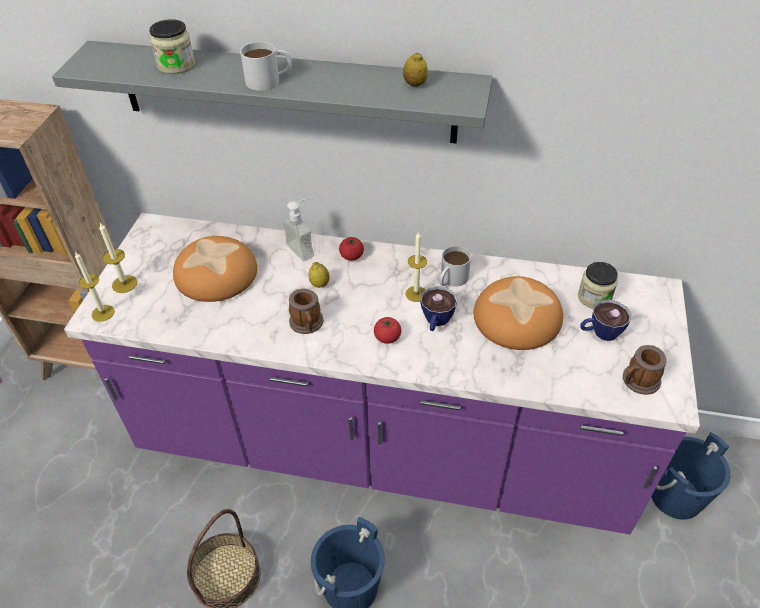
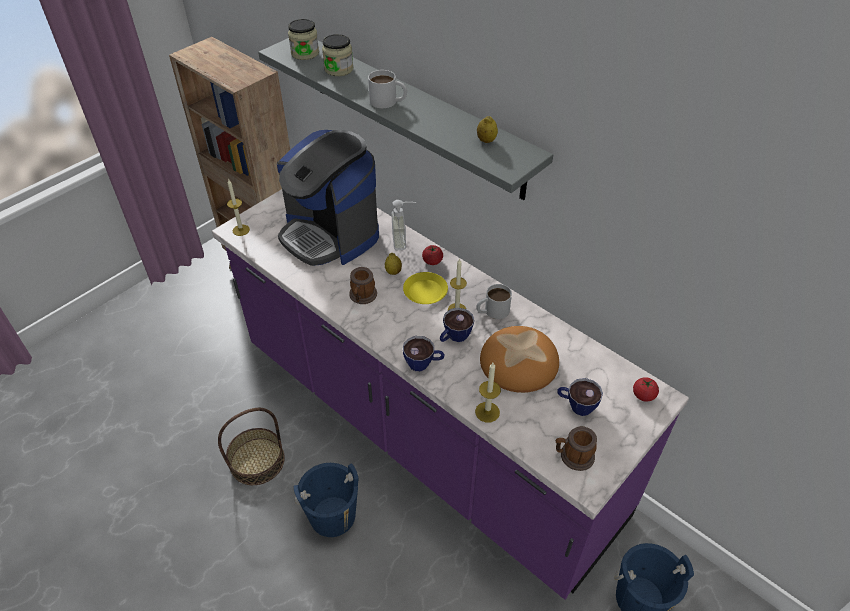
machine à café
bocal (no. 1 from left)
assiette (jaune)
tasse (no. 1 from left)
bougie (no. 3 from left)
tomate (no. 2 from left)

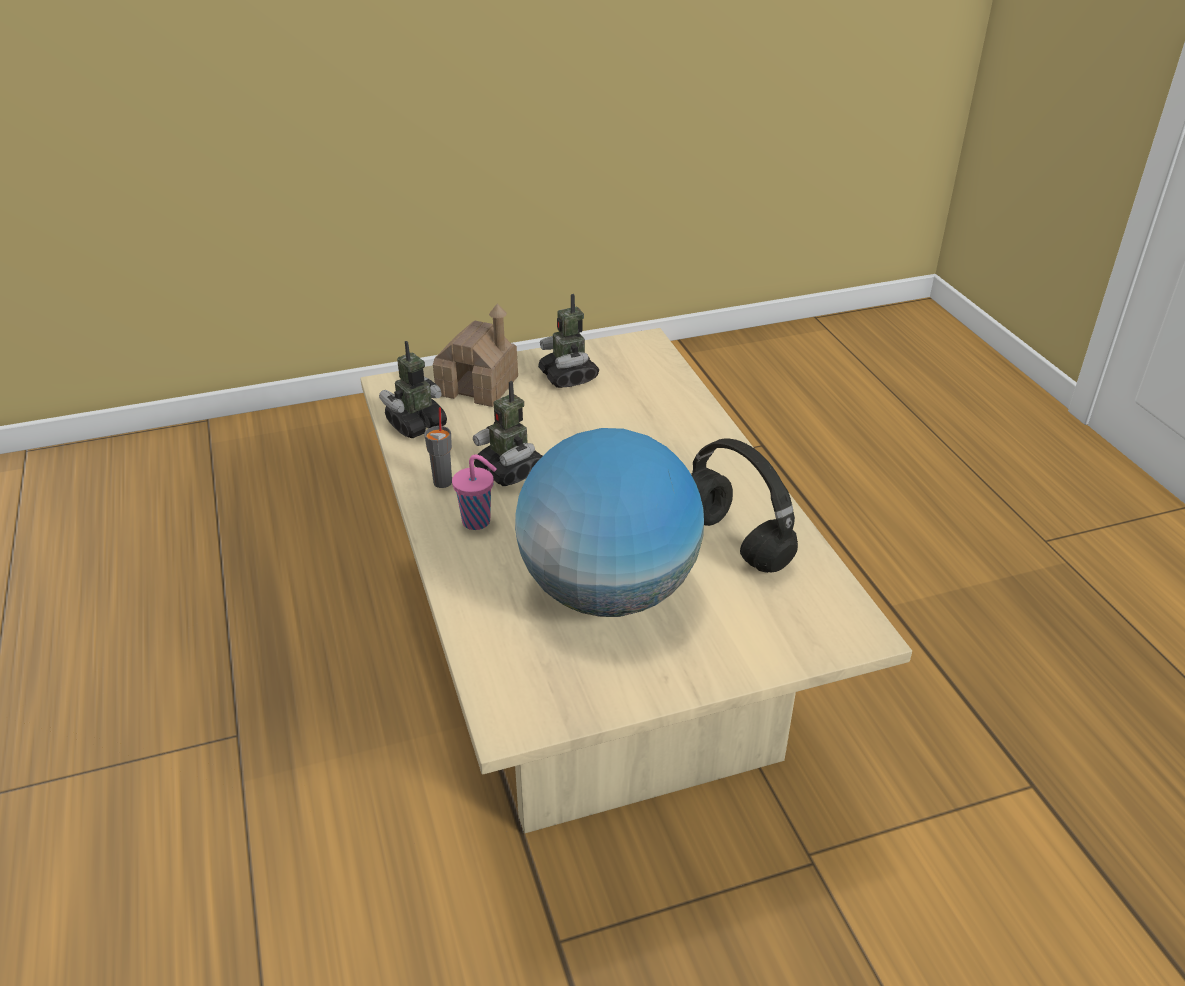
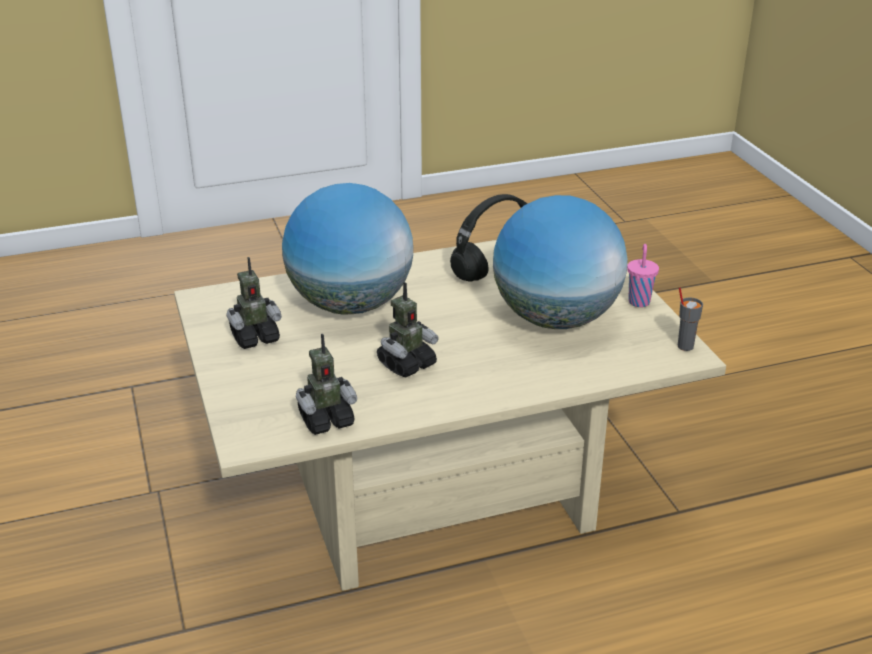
globe (no. 1 from left)
robot jouet (no. 2 from left)
tasse (rose)
tasse (gris)
maison miniature

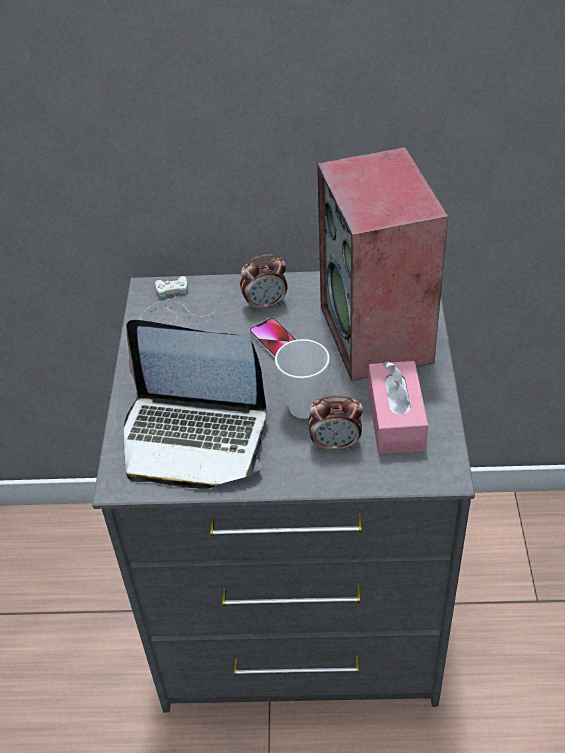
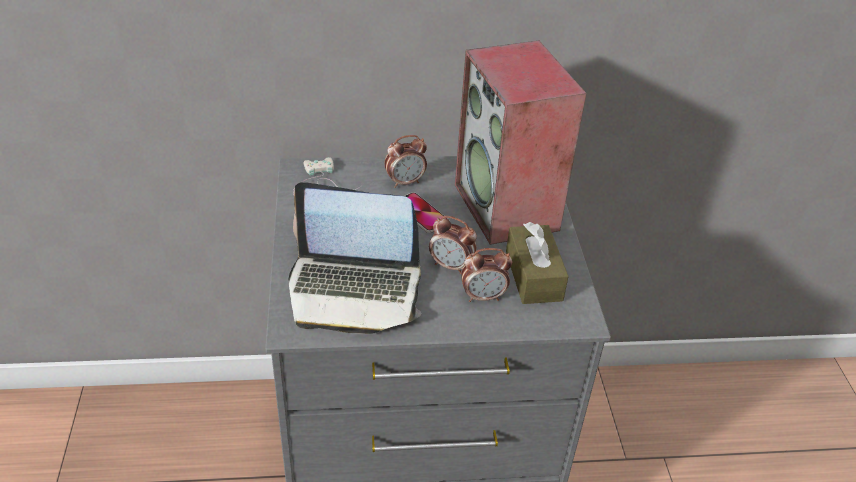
réveil (no. 2 from left)
boîte à mouchoirs (marron)

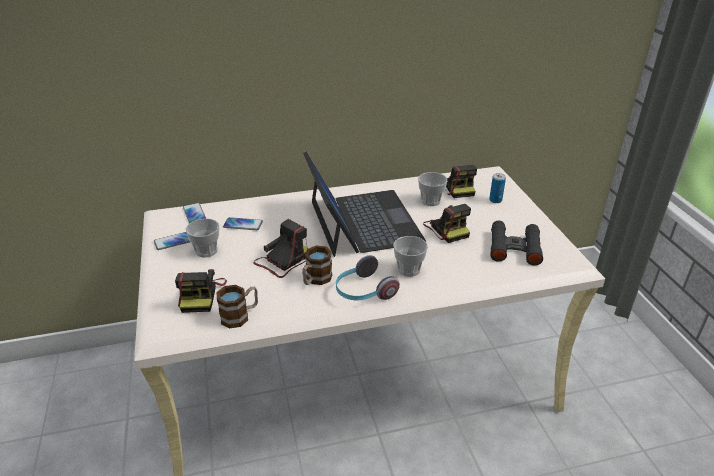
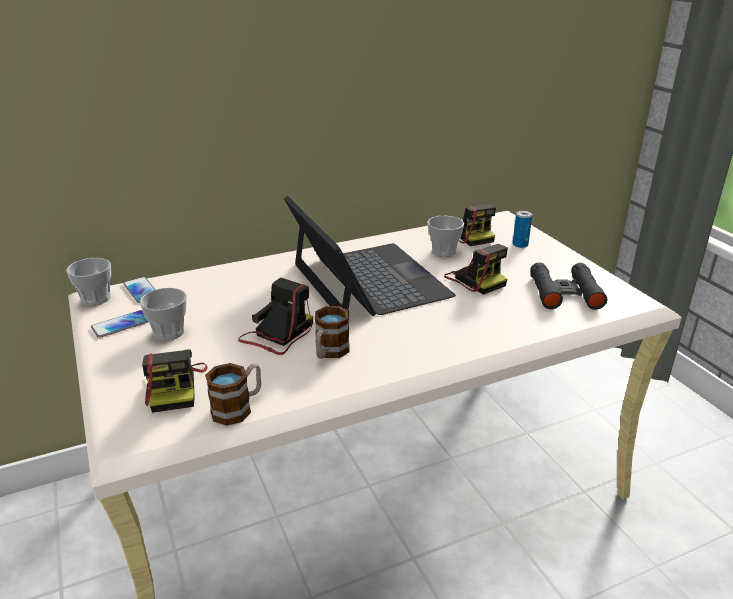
tasse (no. 1 from left)
téléphone (no. 3 from left in the first image)
casque audio

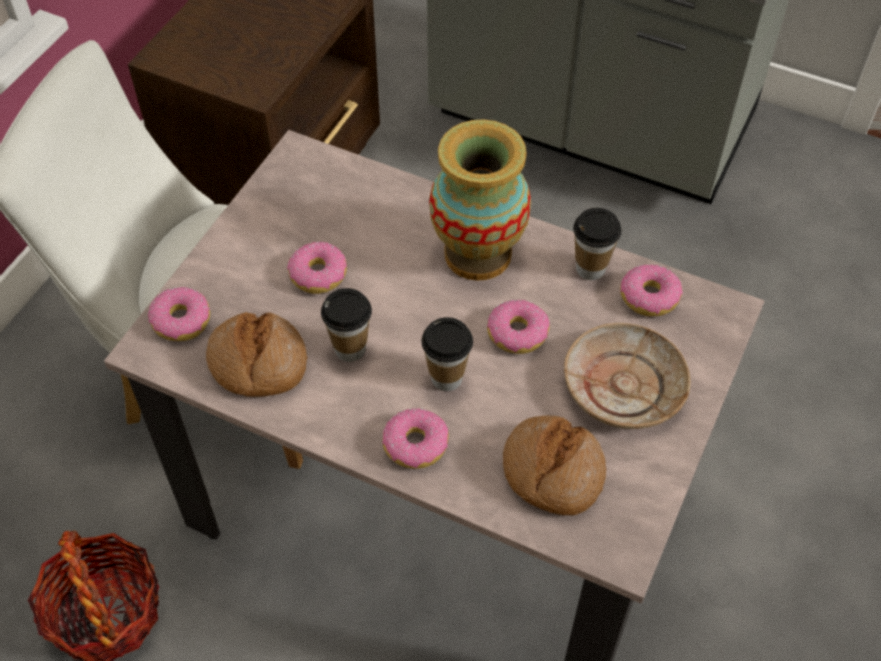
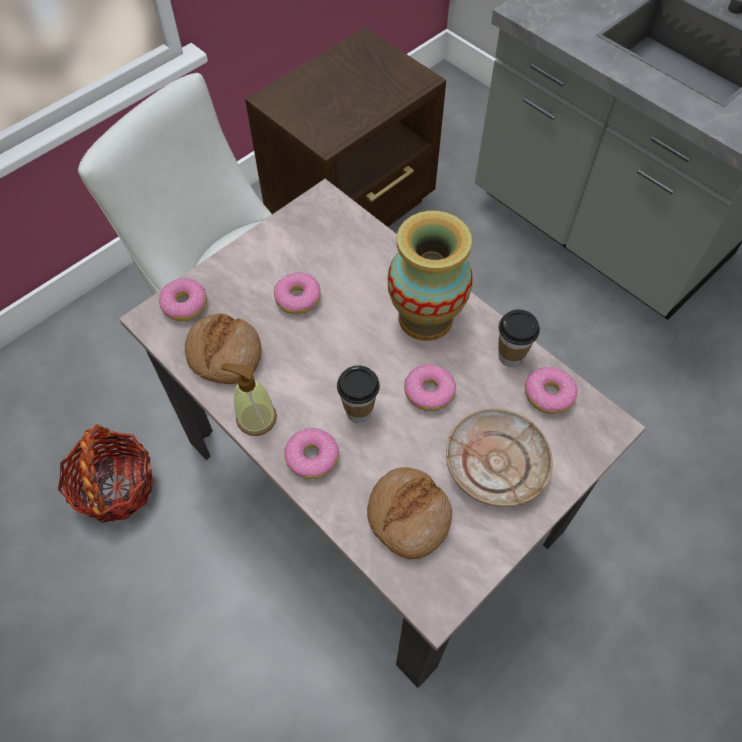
distributeur de savon
tasse (no. 1 from left in the first image)

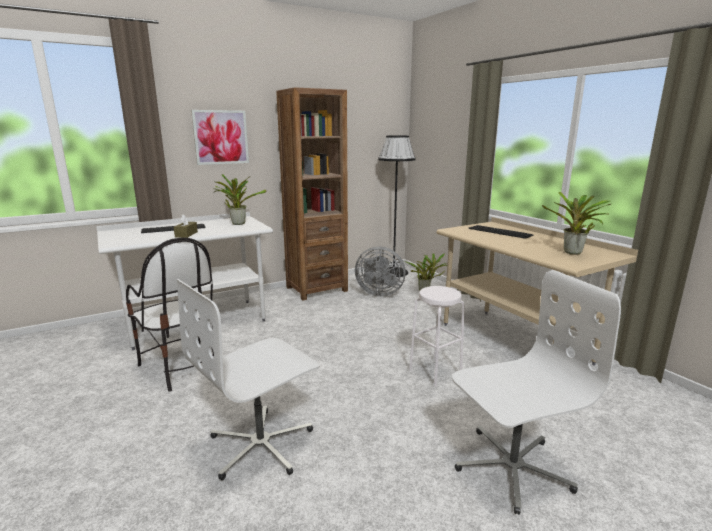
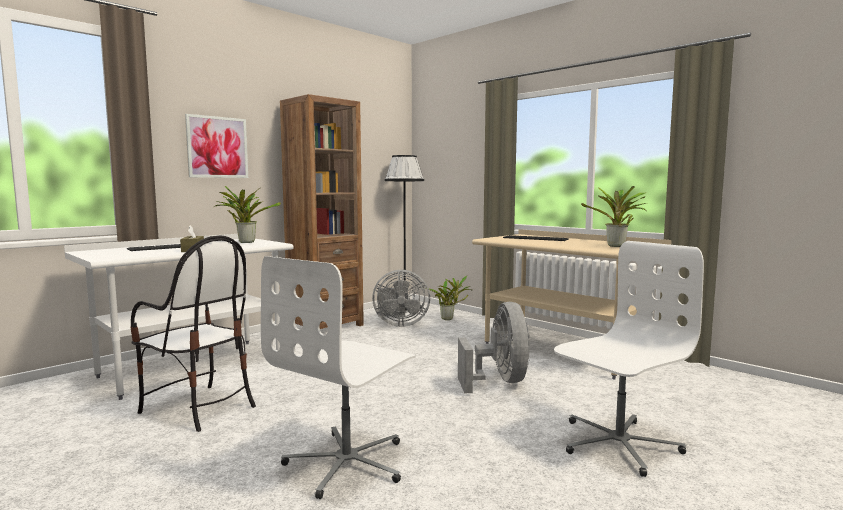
ventilateur (gris) (no. 2 from left)

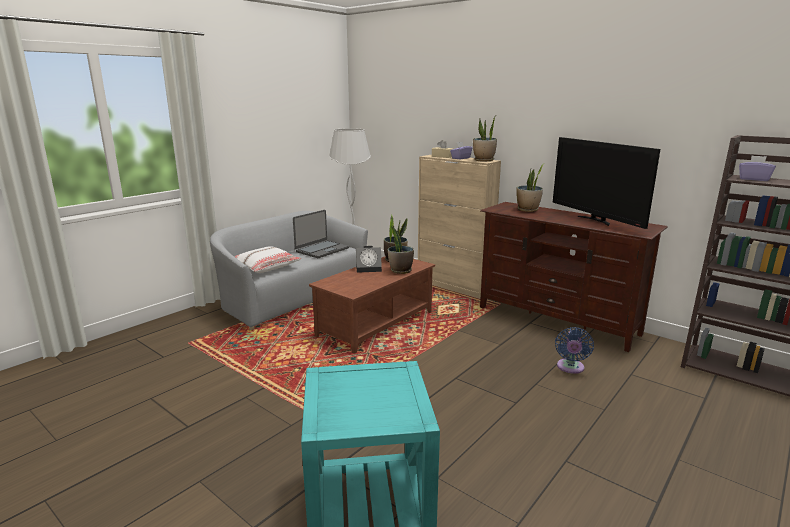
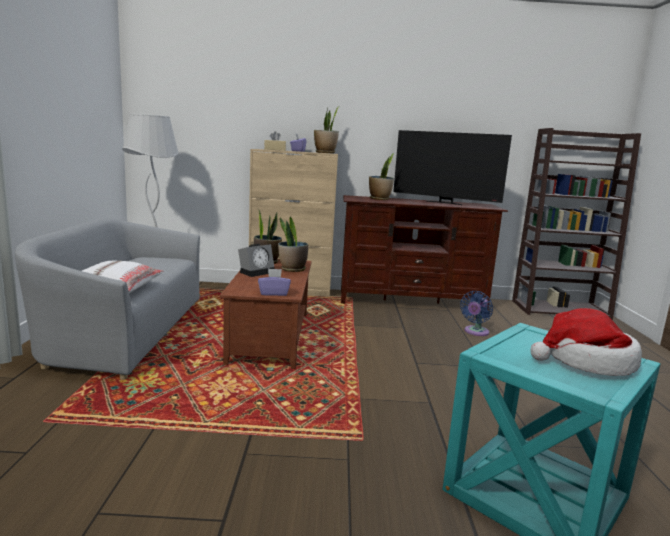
boîte à mouchoirs (violet) (no. 1 from left)
ventilateur (bleu)
chapeau
ordinateur portable

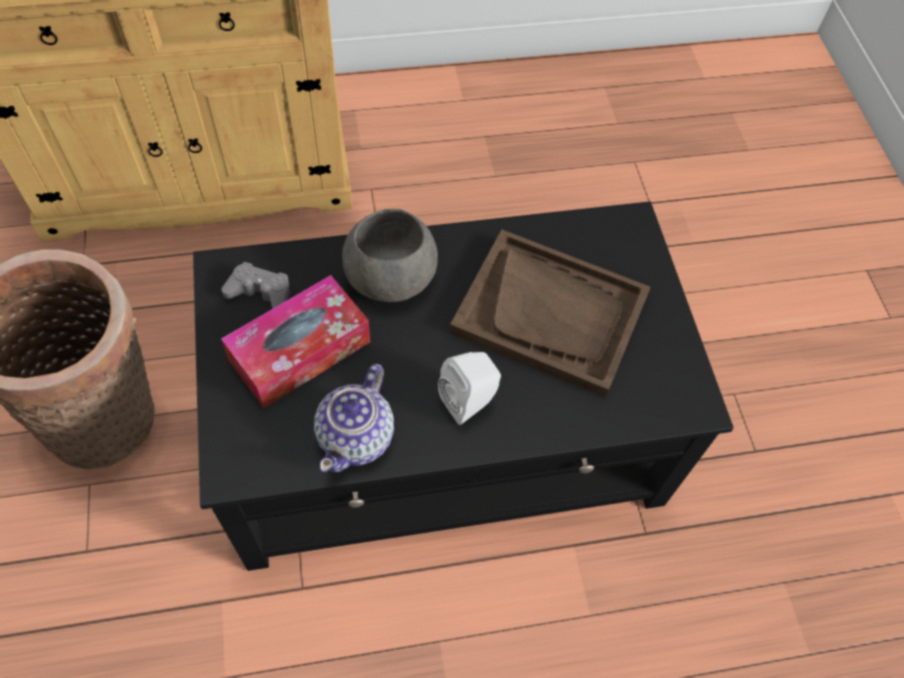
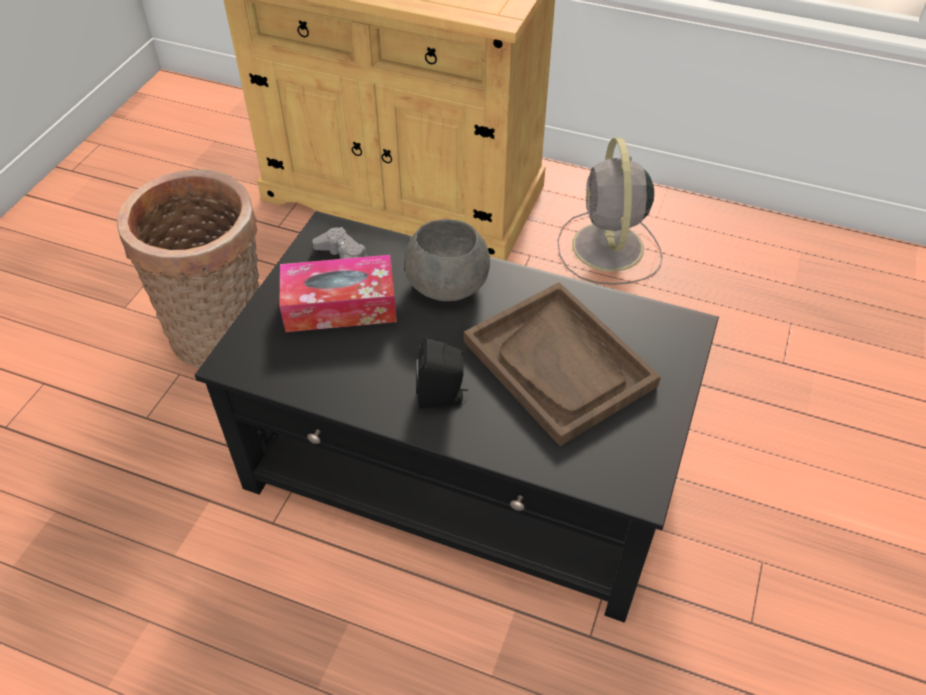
enceinte (noir)
ventilateur (gris)
théière

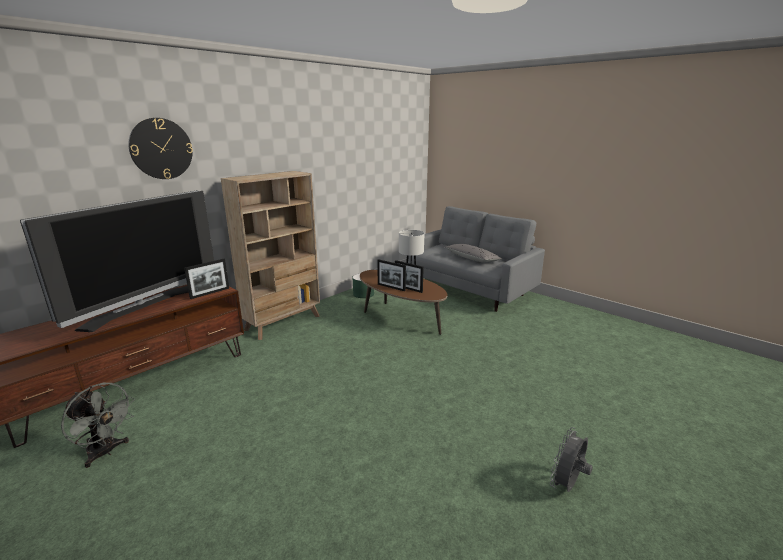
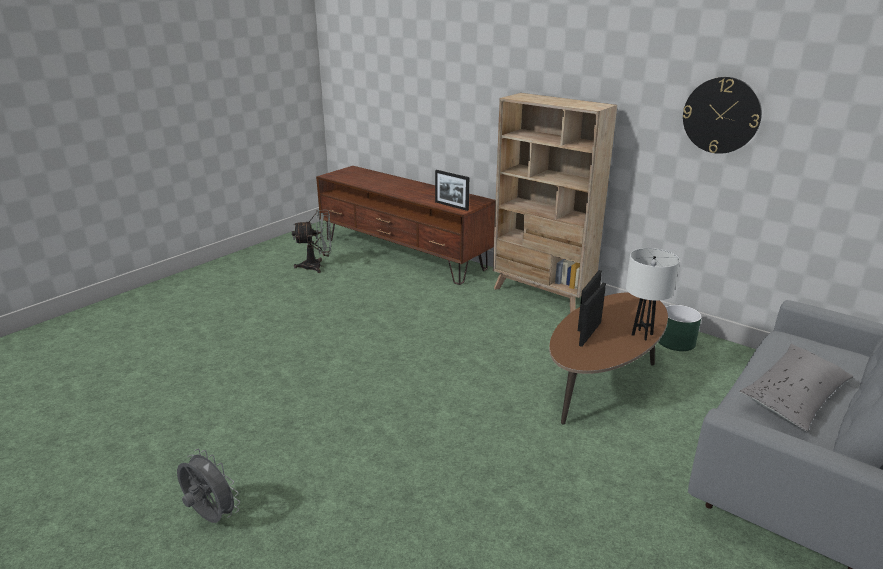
ventilateur (gris) (no. 2 from left)
horloge murale
téléviseur

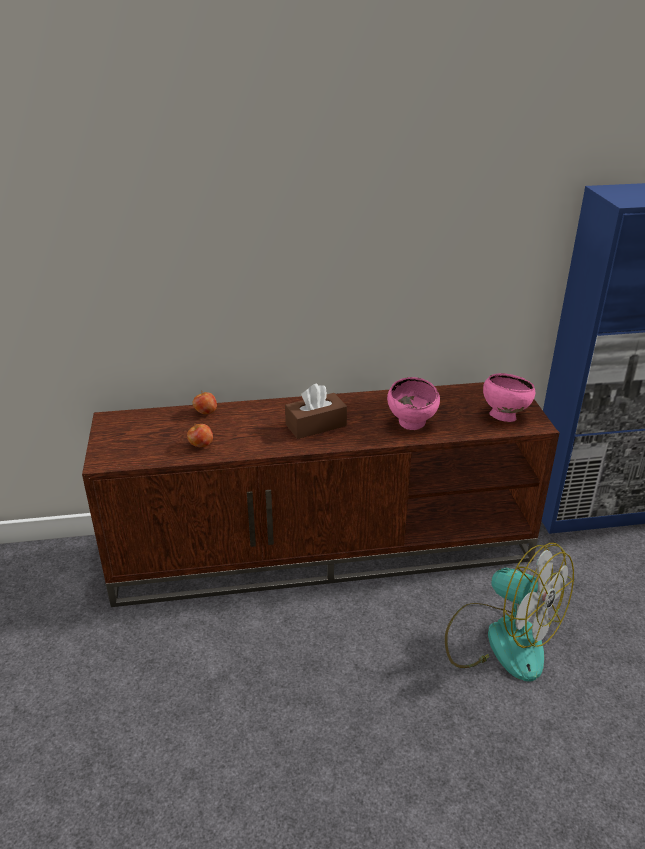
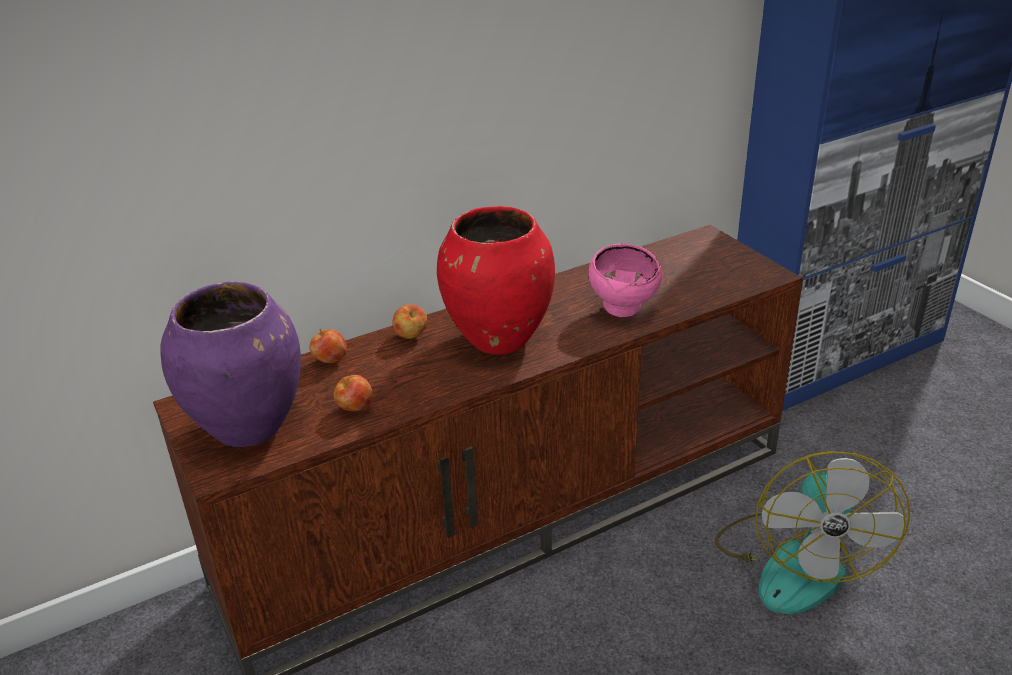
vase (violet)
pomme (no. 3 from left)
vase (rouge)
ventilateur
bol (rose) (no. 2 from left in the first image)

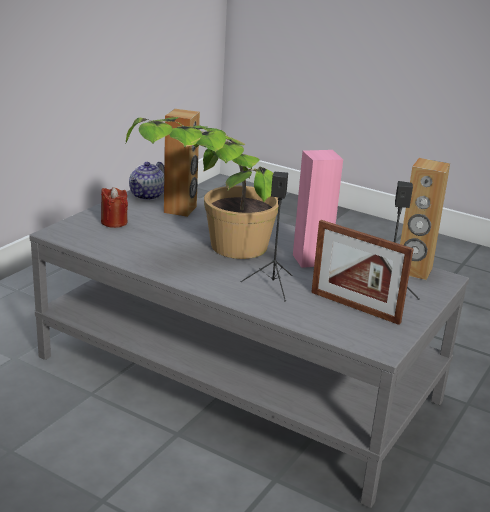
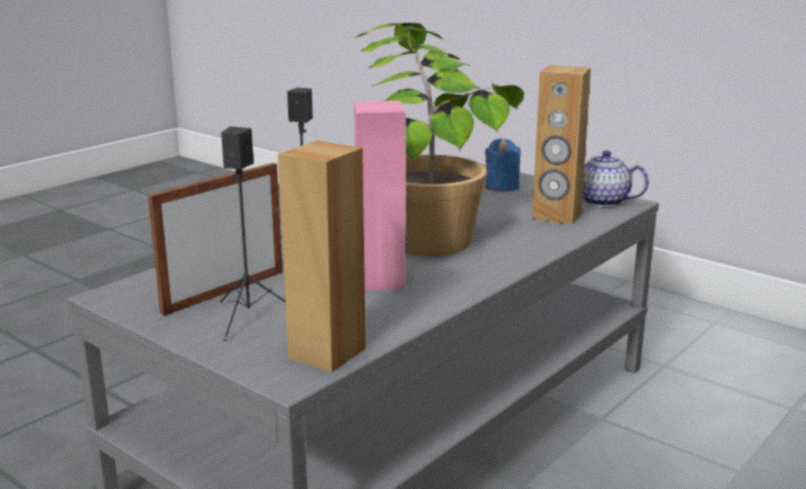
bougie (bleu)

